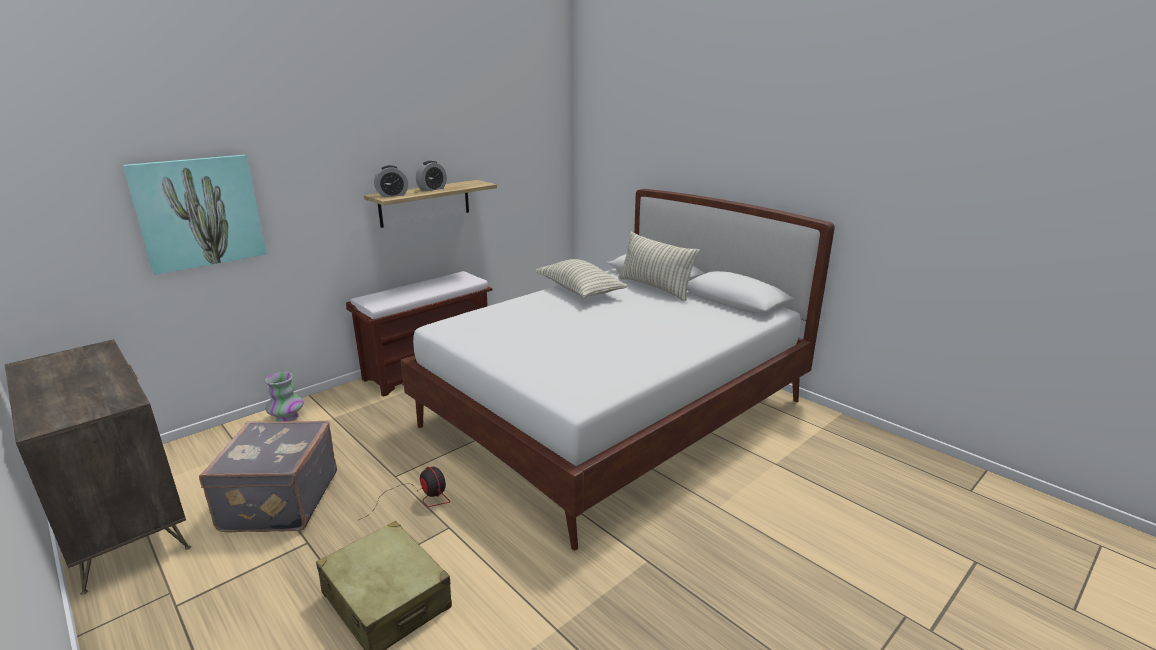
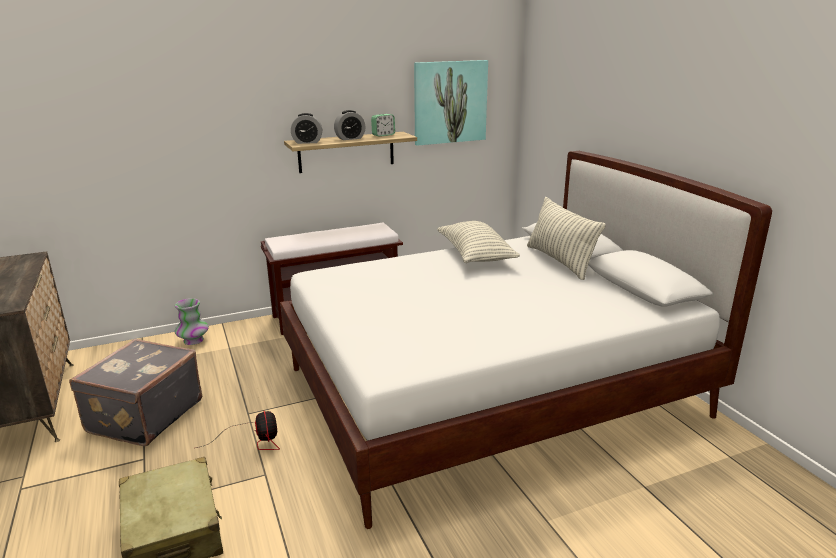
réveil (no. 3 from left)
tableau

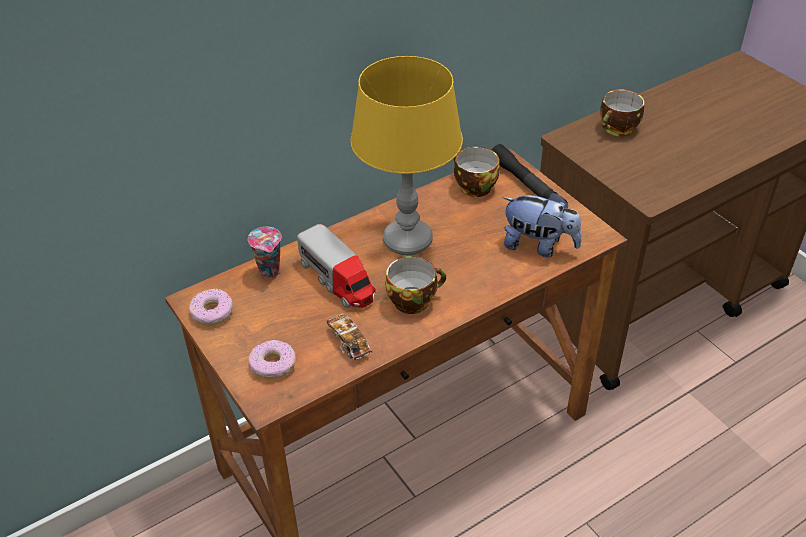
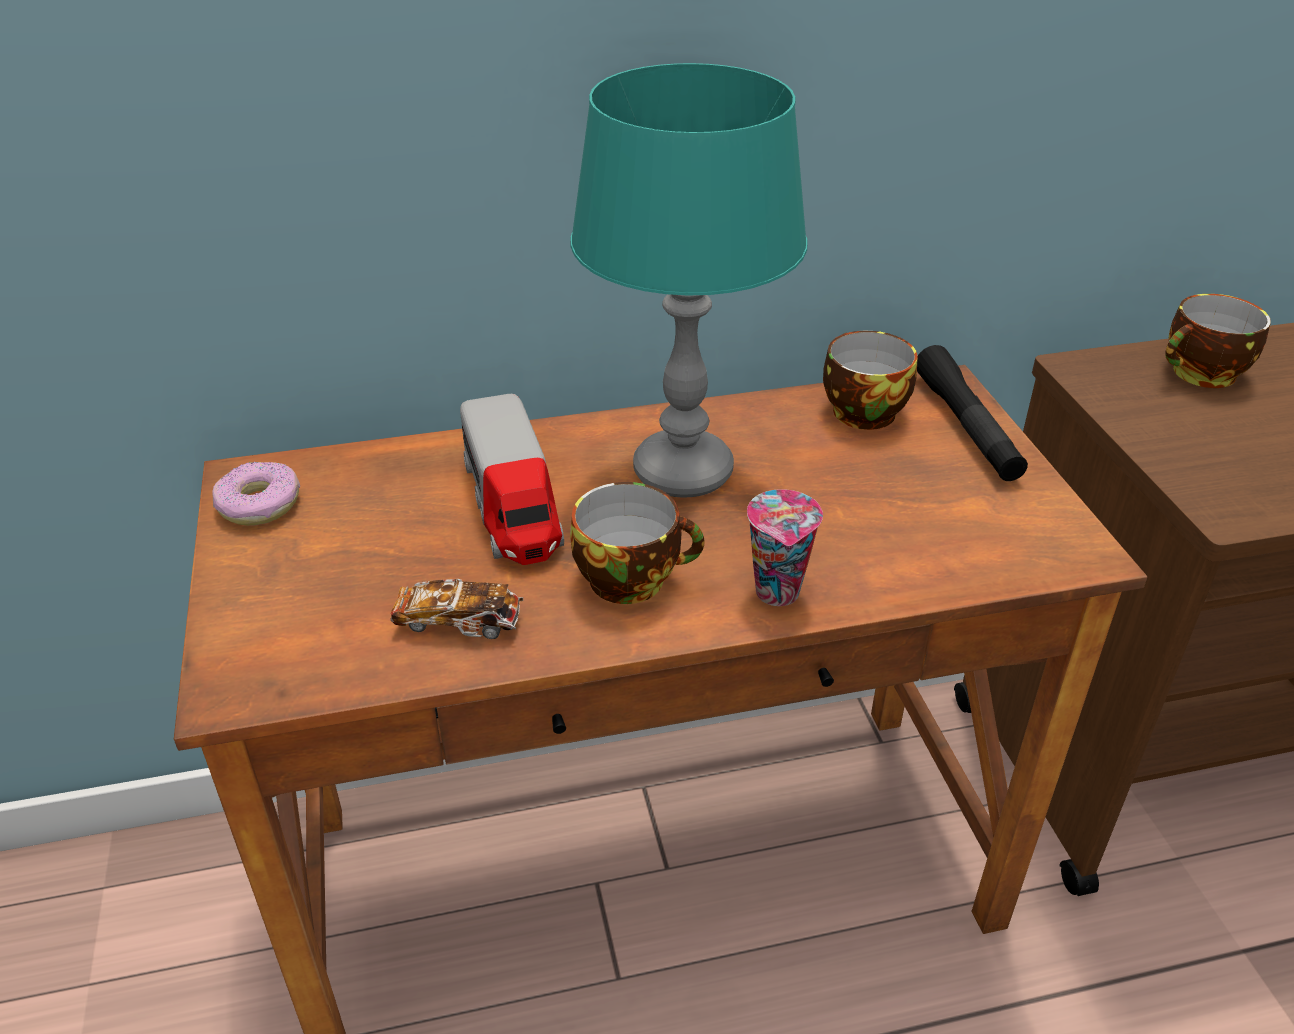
petite voiture
lampe de table (turquoise)
tasse (no. 2 from left)
beignet (no. 2 from left in the first image)
peluche

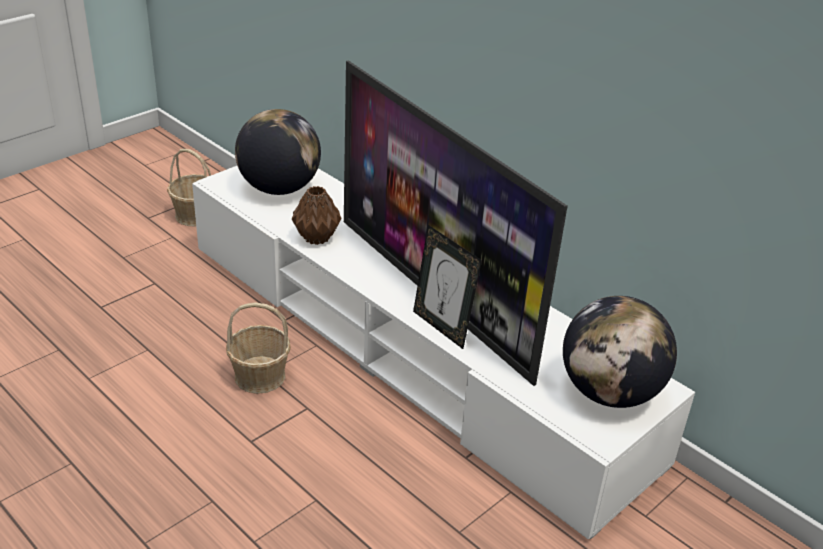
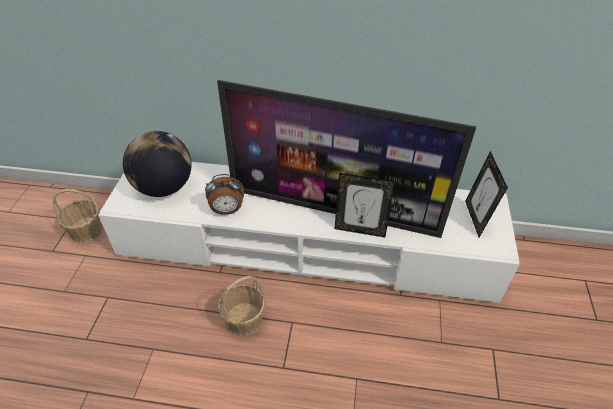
réveil
cadre photo (no. 2 from left)

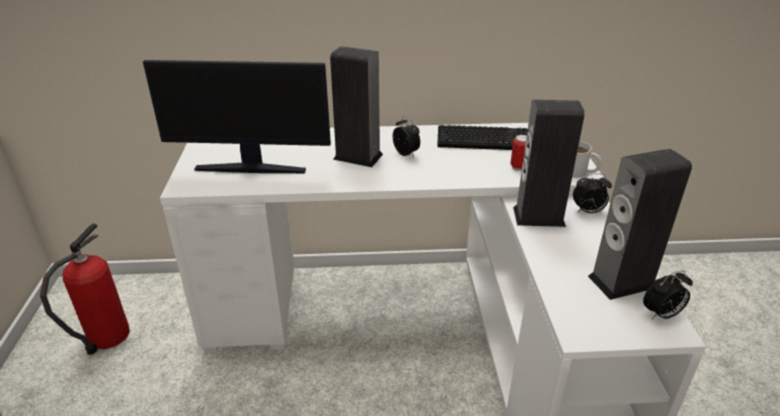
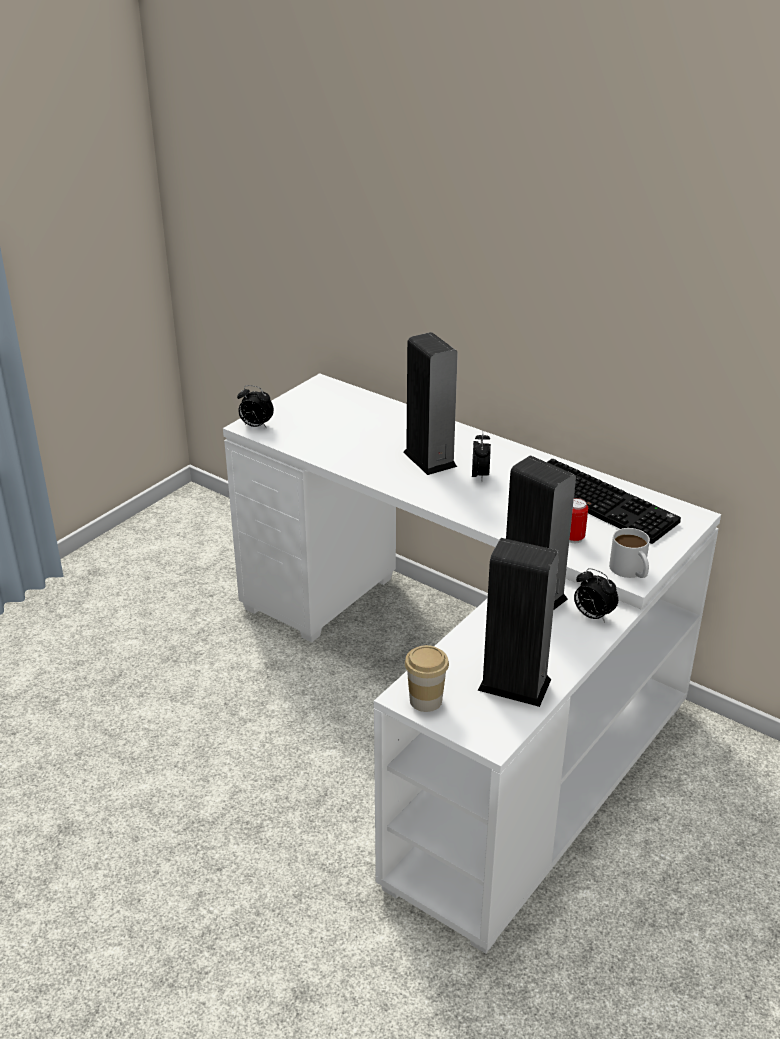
réveil (no. 1 from left)
tasse
extincteur
écran d'ordinateur

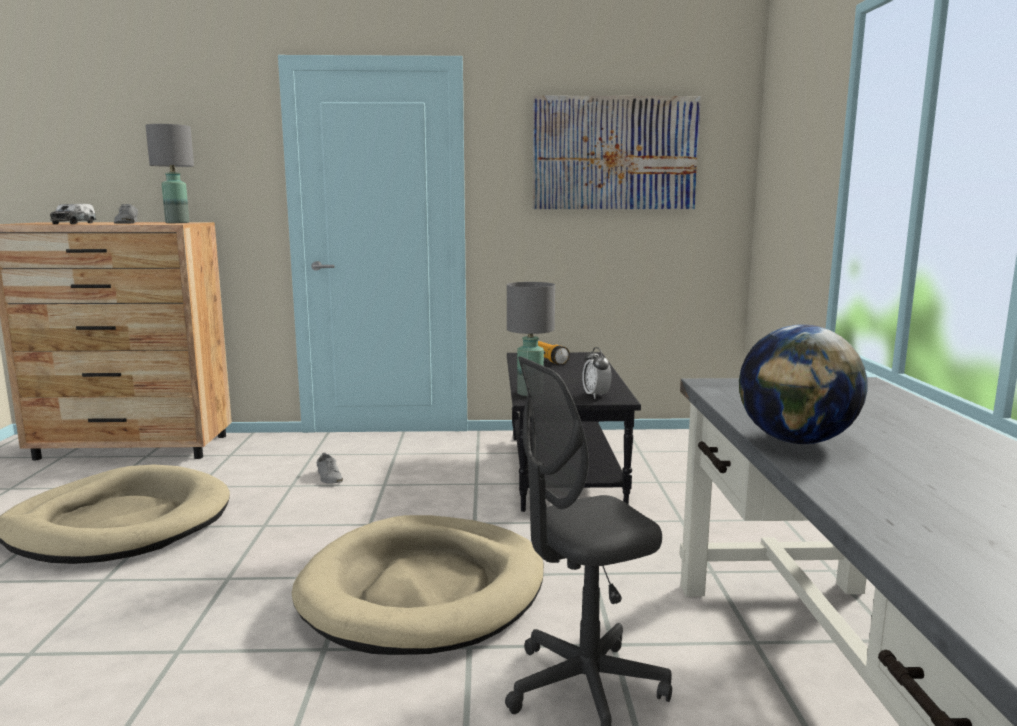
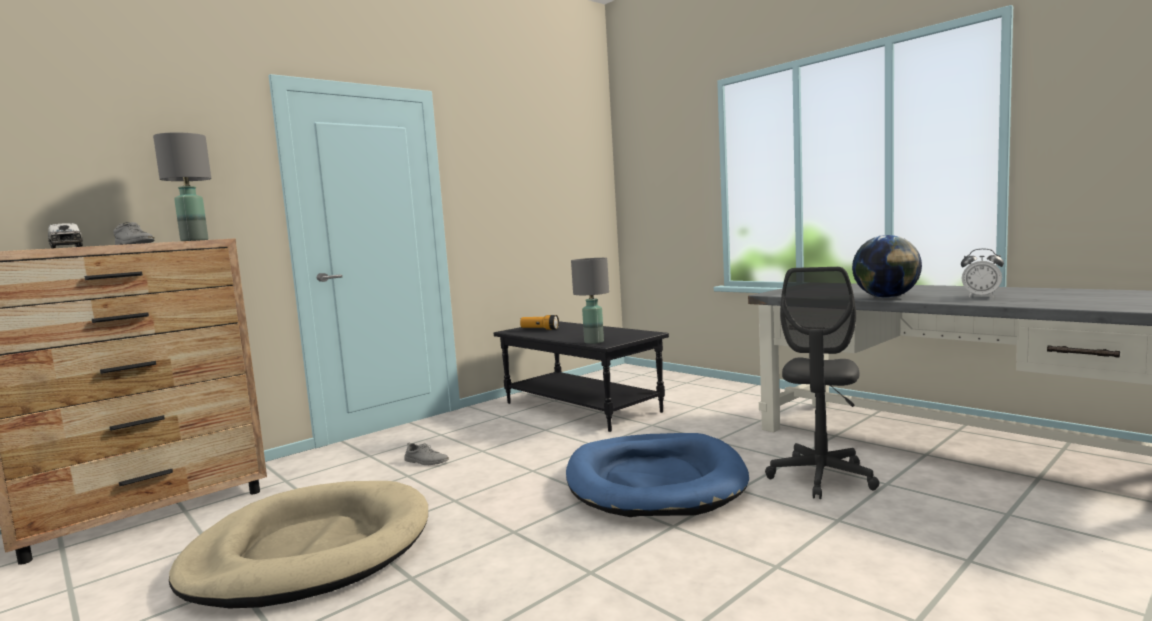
panier pour chien (bleu)
réveil
tableau

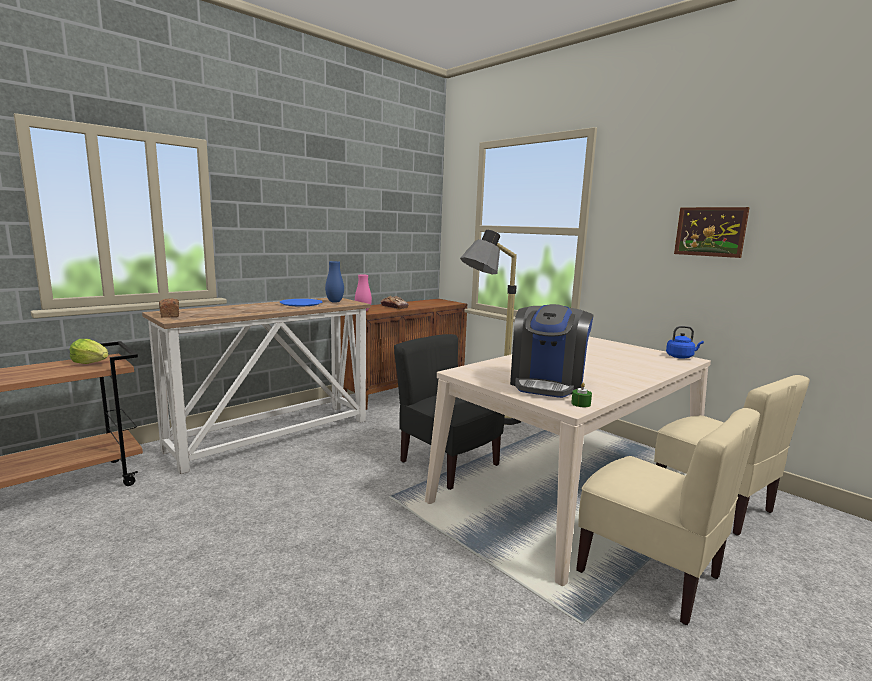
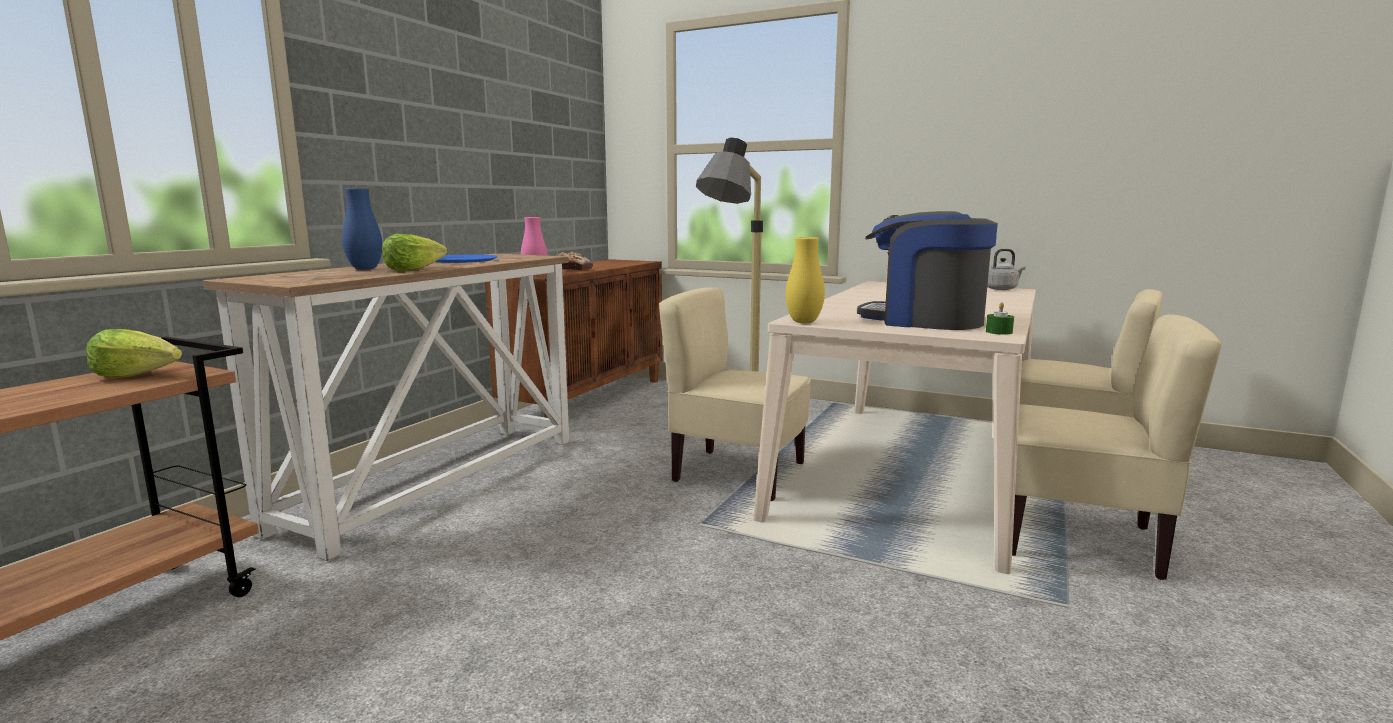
vase (bleu)
laitue (no. 2 from left)
chaise (beige) (no. 1 from left)
vase (jaune)
machine à café
bouilloire (gris)
pain (no. 1 from left in the first image)
tableau

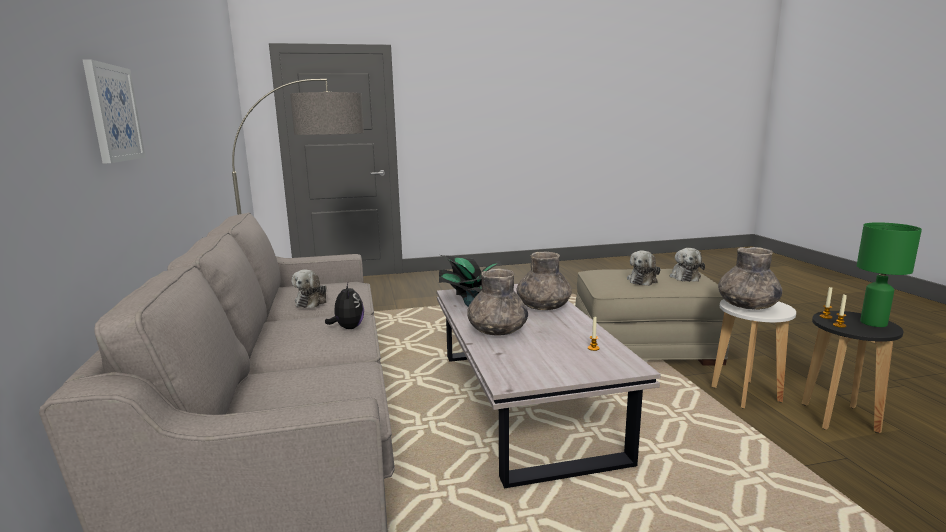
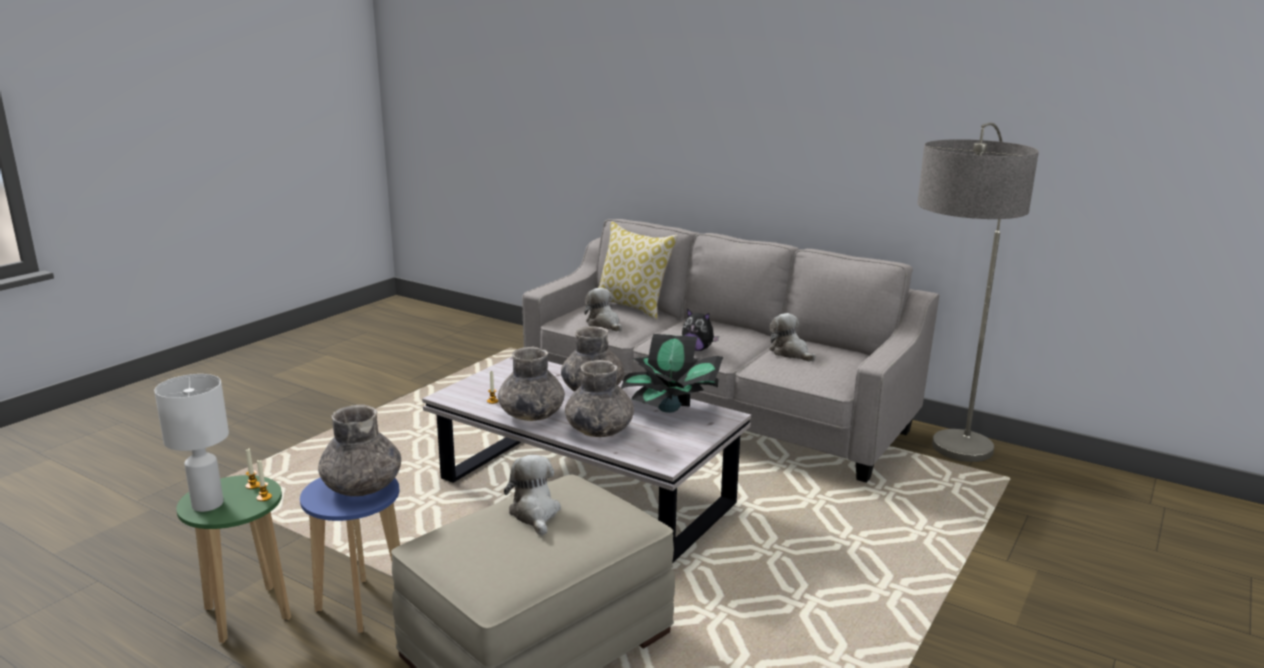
lampe de table (blanc)
tabouret (vert)
tabouret (bleu)
vase (gris) (no. 2 from left)
peluche (no. 2 from left)
coussin
tableau

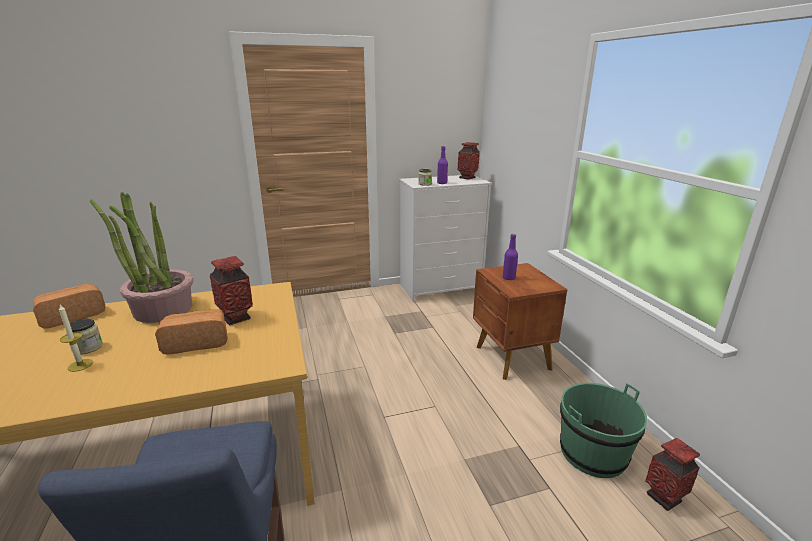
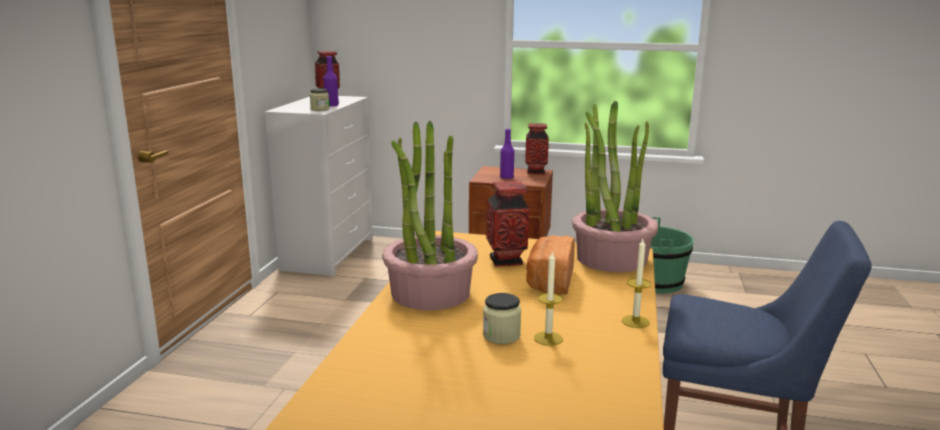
vase (no. 3 from left)
plante en pot (no. 2 from left)
bougie (no. 2 from left)
pain (no. 1 from left in the first image)

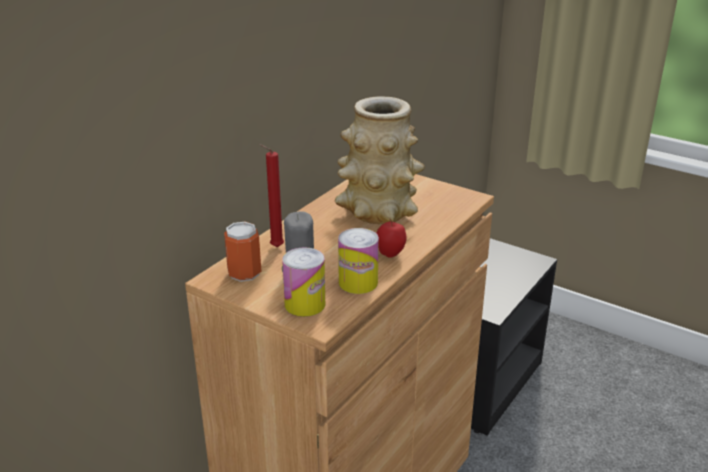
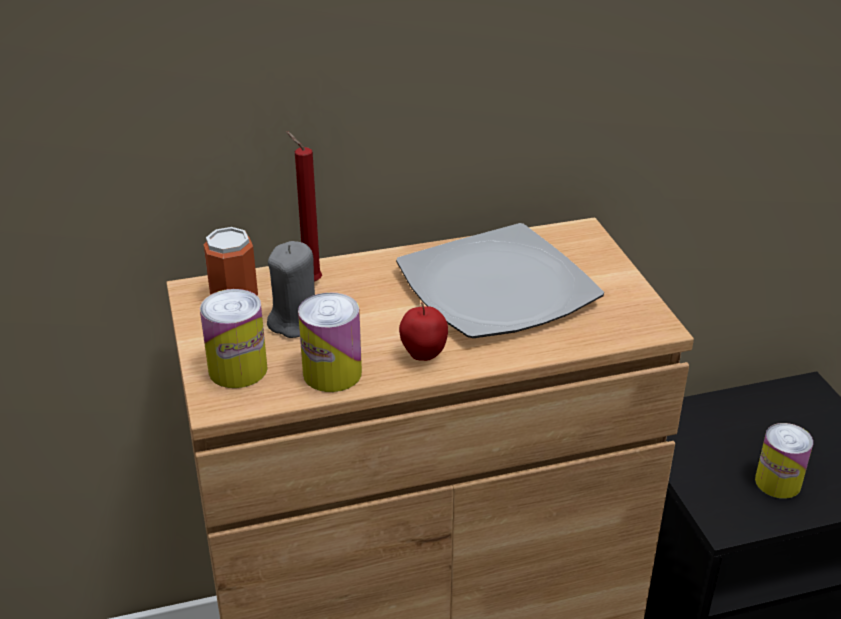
assiette
boîte métallique (no. 4 from left)

